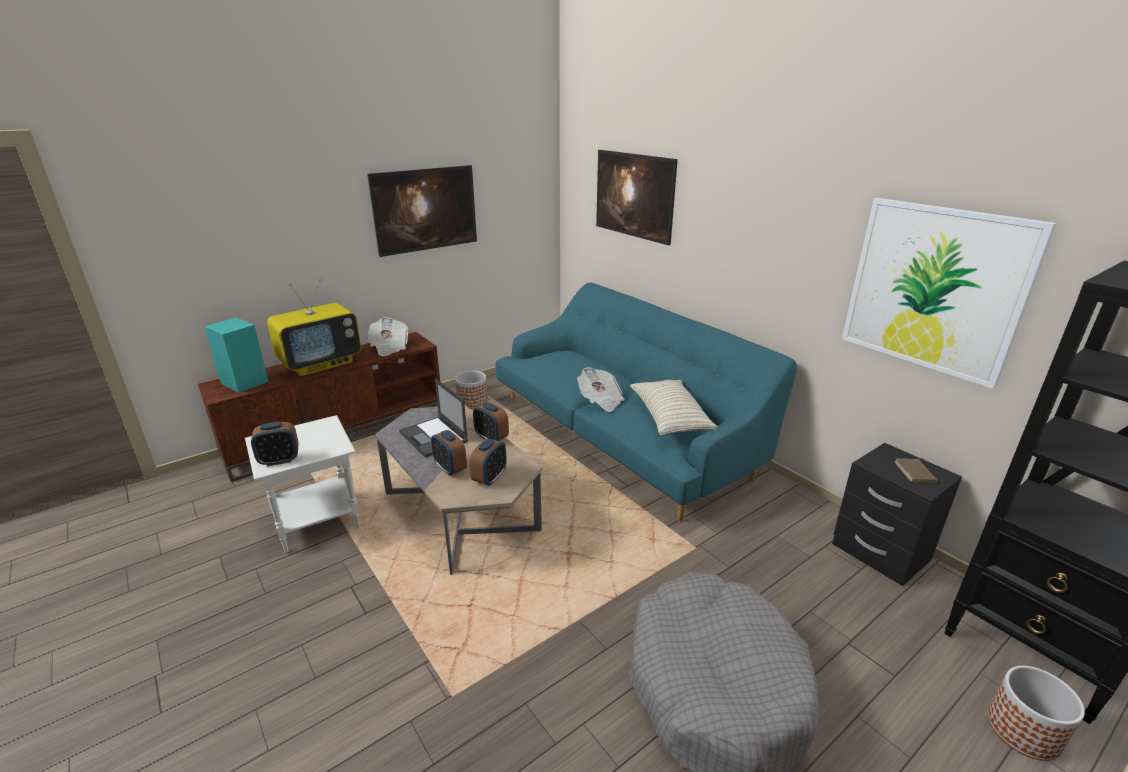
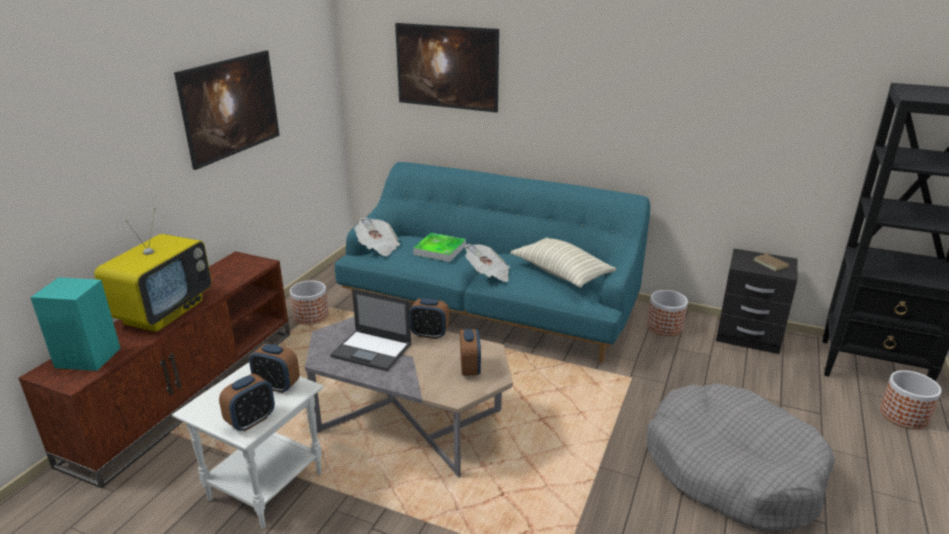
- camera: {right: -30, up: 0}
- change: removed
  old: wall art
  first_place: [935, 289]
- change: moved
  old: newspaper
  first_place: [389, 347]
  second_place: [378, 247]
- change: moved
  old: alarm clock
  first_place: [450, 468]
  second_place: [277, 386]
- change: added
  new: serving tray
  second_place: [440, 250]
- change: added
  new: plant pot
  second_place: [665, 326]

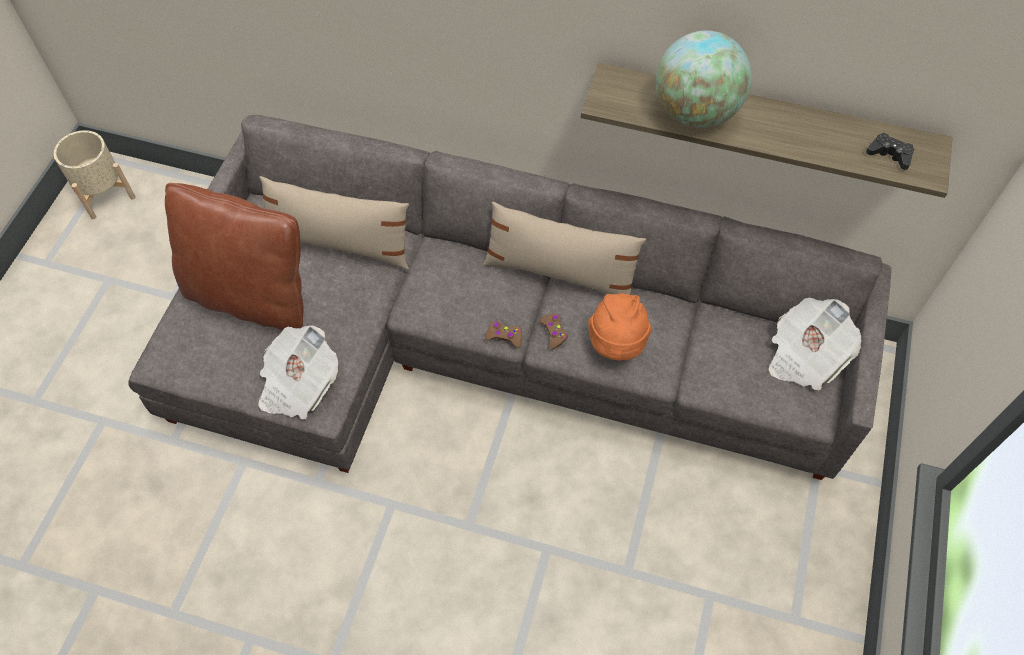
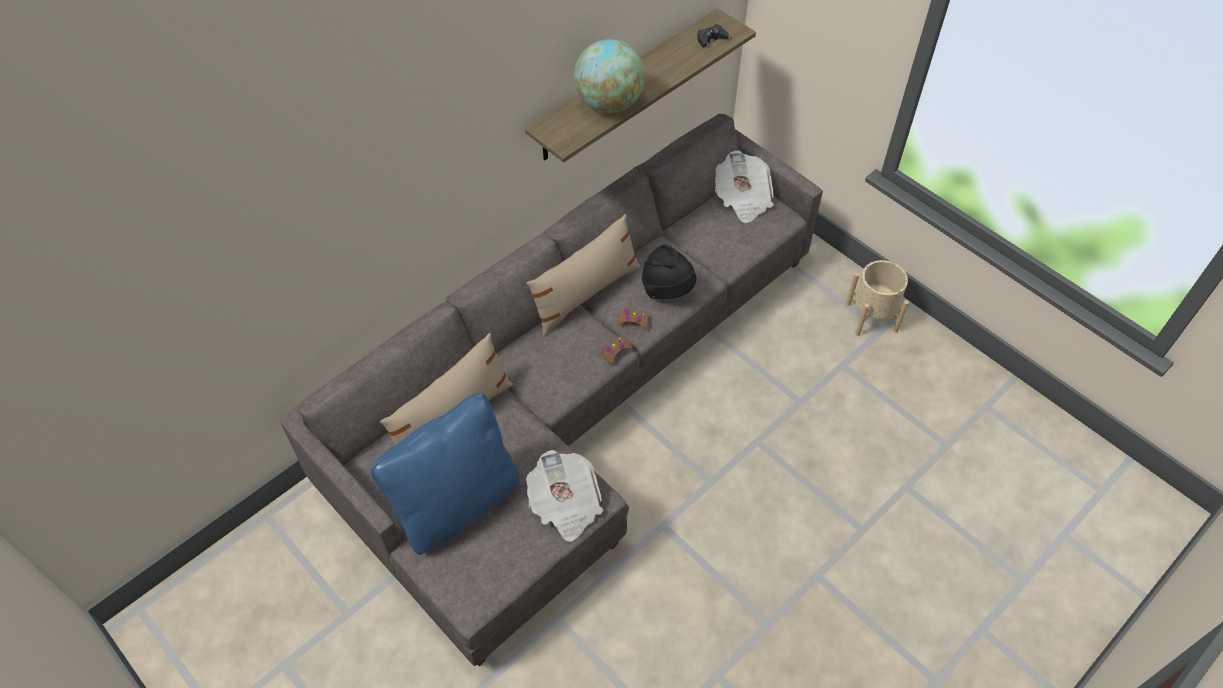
- camera: {right: -60, up: -5}
- change: moved
  old: plant pot (beige-coloured)
  first_place: [104, 194]
  second_place: [872, 316]
- change: recoloured
  old: cushion (brown-coloured)
  new: cushion (blue)
  first_place: [251, 295]
  second_place: [457, 504]
- change: recoloured
  old: wearable hat (orange-coloured)
  new: wearable hat (blackish)
  first_place: [617, 343]
  second_place: [667, 290]

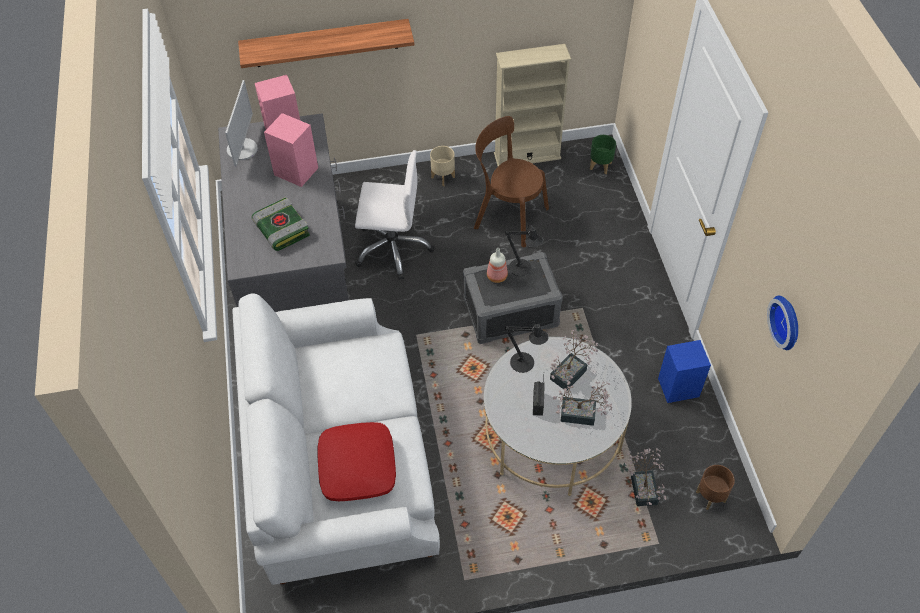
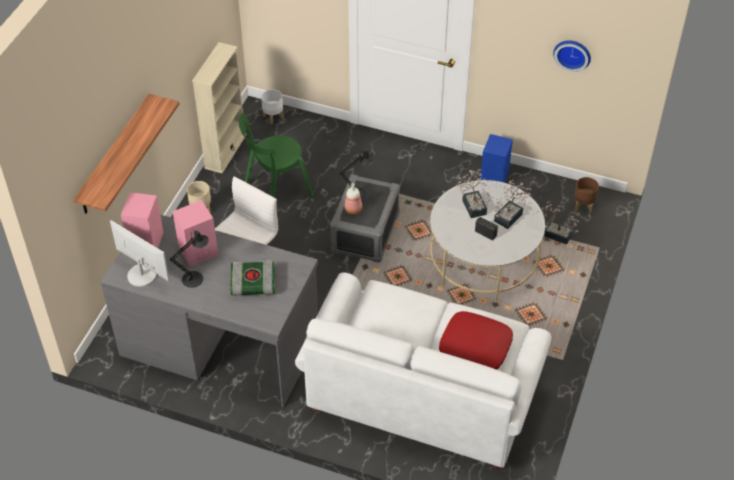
- camera: {right: -60, up: -5}
- change: recoloured
  old: plain chair (brown-coloured)
  new: plain chair (greenish)
  first_place: [508, 216]
  second_place: [275, 191]
- change: recoloured
  old: plant pot (greenish)
  new: plant pot (whitish)
  first_place: [600, 166]
  second_place: [273, 117]
- change: moved
  old: lamp for a table (blackish)
  first_place: [525, 364]
  second_place: [195, 278]

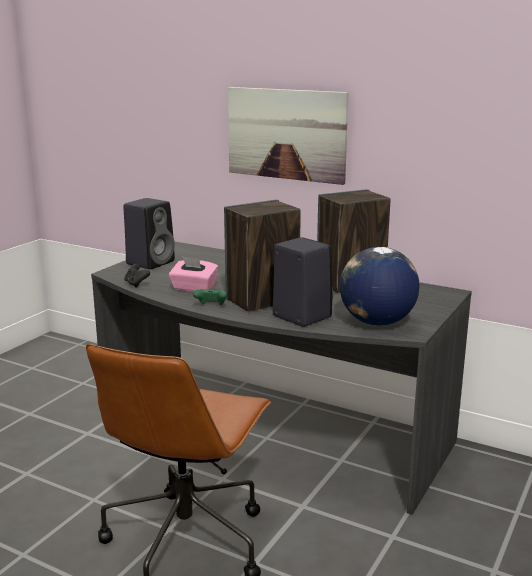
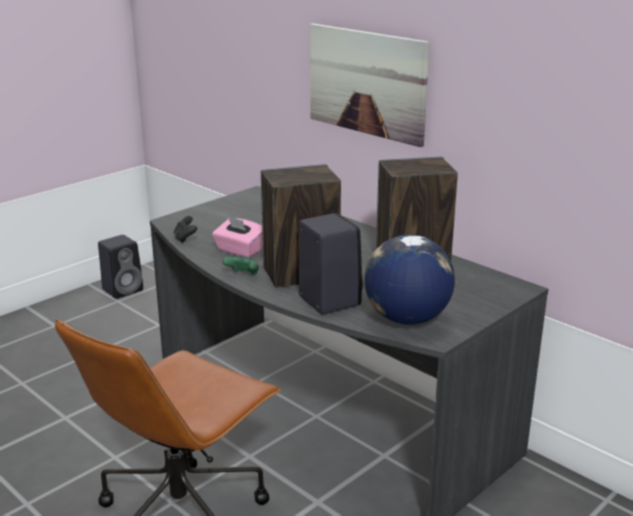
- camera: {right: 15, up: 5}
- change: moved
  old: audio speaker (blackish)
  first_place: [151, 262]
  second_place: [124, 289]

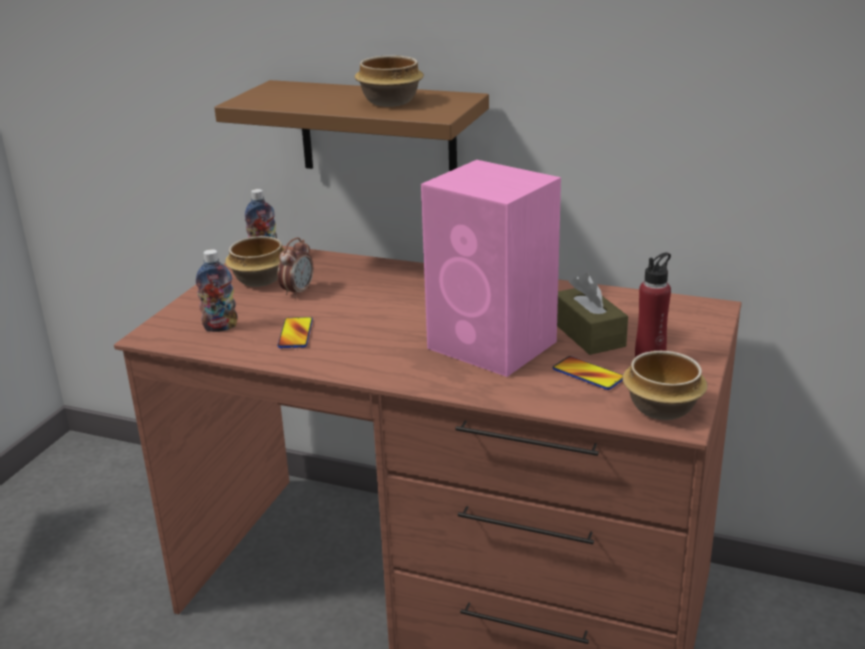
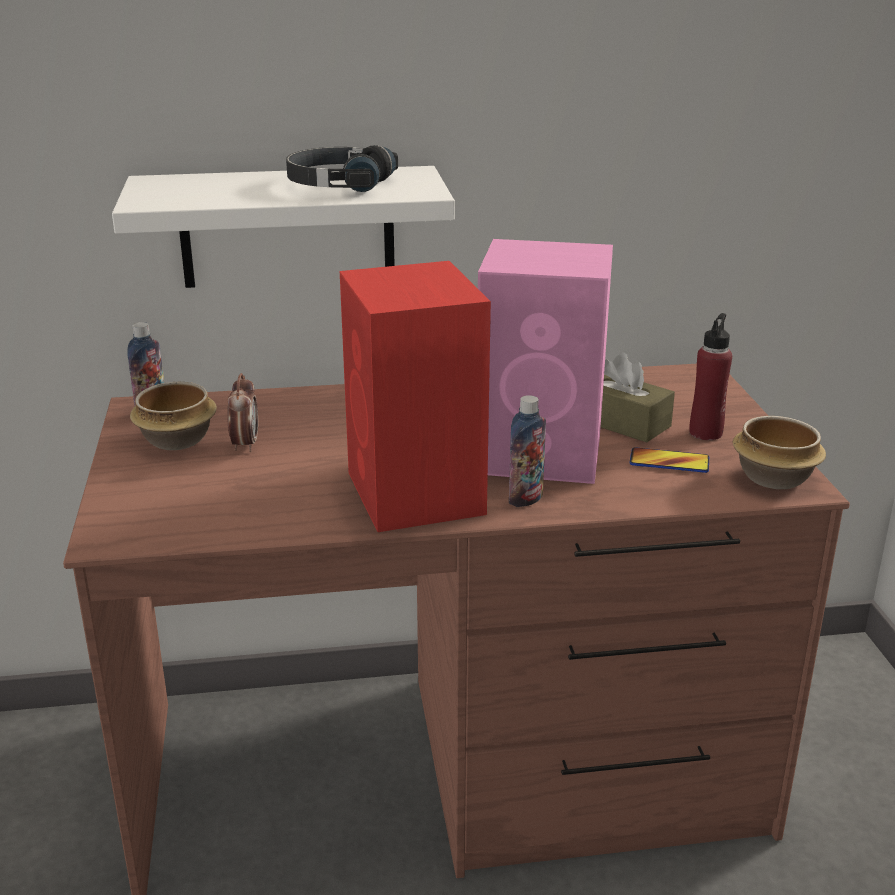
- camera: {right: -30, up: 0}
- change: replaced
  old: bowl
  new: headset (blackish)
  first_place: [390, 101]
  second_place: [338, 184]
- change: recoloured
  old: bracket shelf (brown-coloured)
  new: bracket shelf (whitish)
  first_place: [377, 131]
  second_place: [287, 227]
- change: moved
  old: beverage bottle
  first_place: [220, 327]
  second_place: [525, 498]
- change: removed
  old: phone
  first_place: [295, 334]
- change: added
  new: audio speaker (red-coloured)
  second_place: [416, 495]

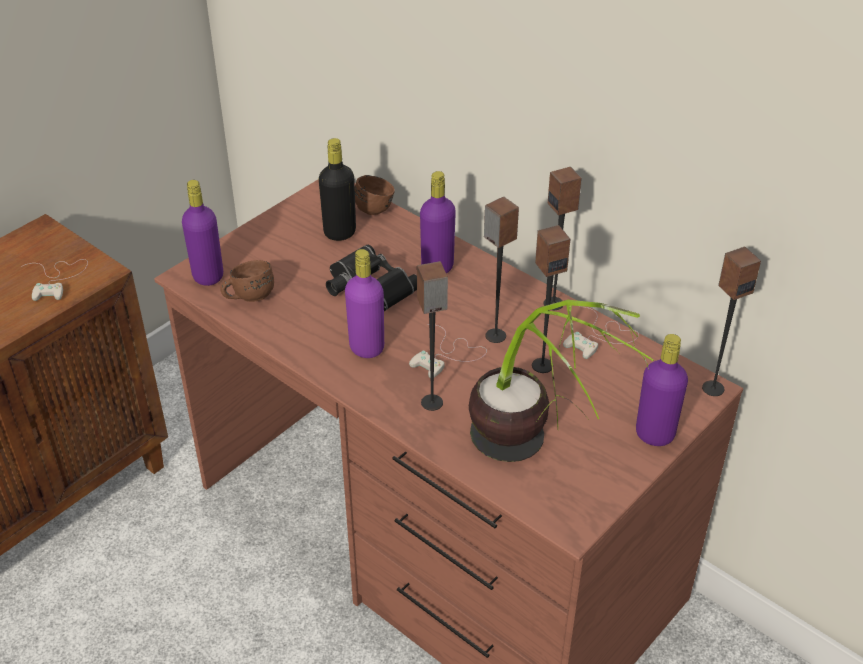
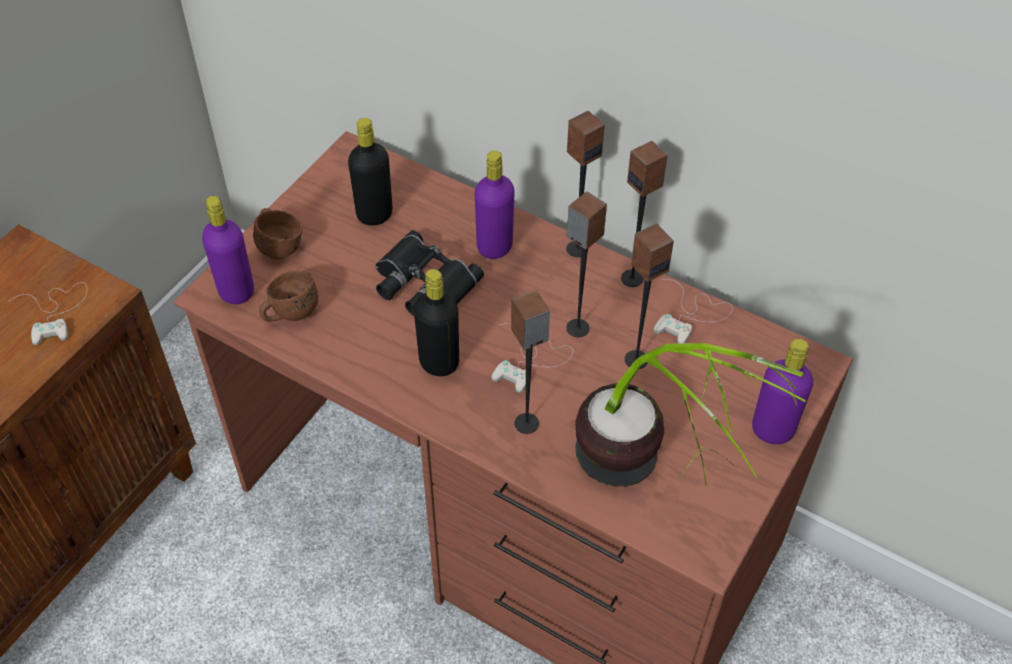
- camera: {right: -10, up: 10}
- change: moved
  old: coffee mug (brown-coloured)
  first_place: [373, 206]
  second_place: [279, 244]
- change: moved
  old: audio speaker
  first_place: [713, 388]
  second_place: [576, 248]
- change: recoloured
  old: beverage bottle (purplish)
  new: beverage bottle (blackish)
  first_place: [366, 348]
  second_place: [439, 362]

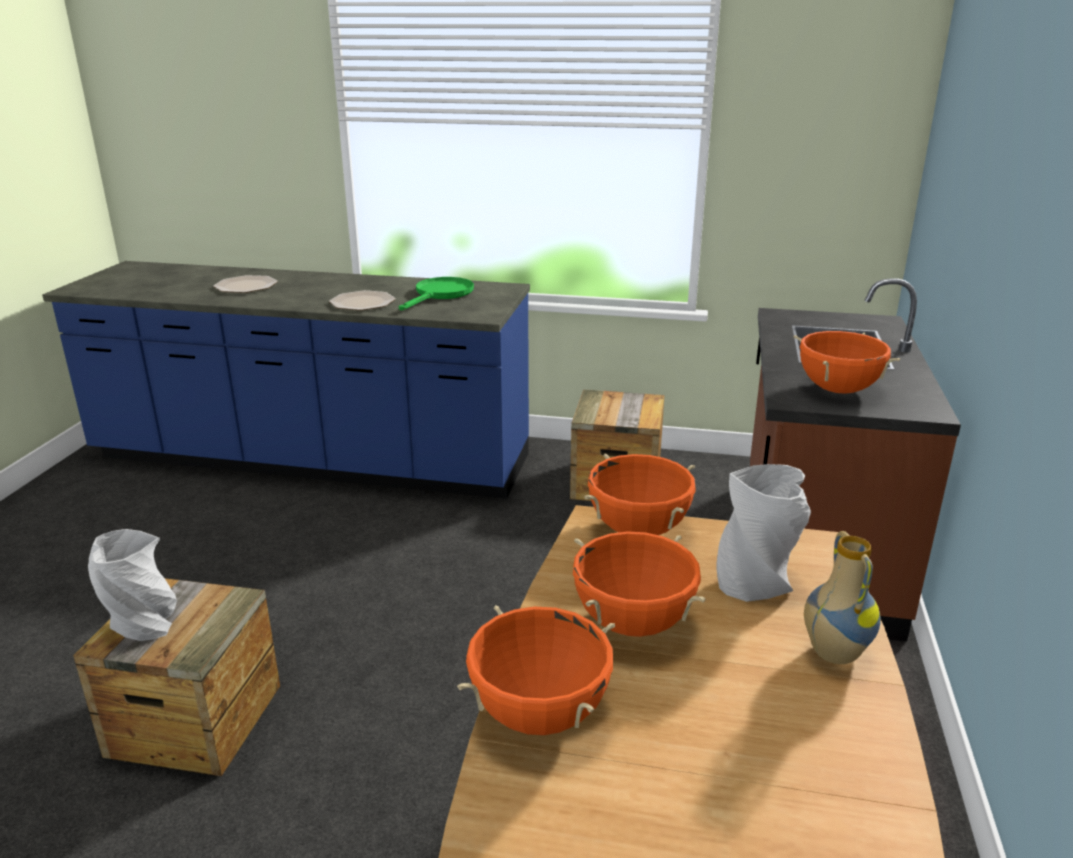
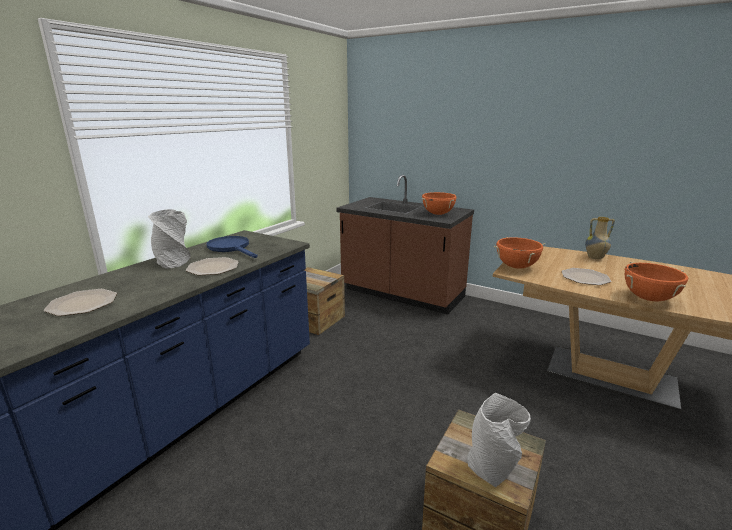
- camera: {right: -70, up: -5}
- change: recoloured
  old: frying pan (greenish)
  new: frying pan (blue)
  first_place: [440, 294]
  second_place: [231, 248]
- change: moved
  old: flower vase (grey)
  first_place: [755, 580]
  second_place: [173, 262]
- change: replaced
  old: saucepot (orange-coloured)
  new: dinner plate
  first_place: [633, 623]
  second_place: [585, 278]

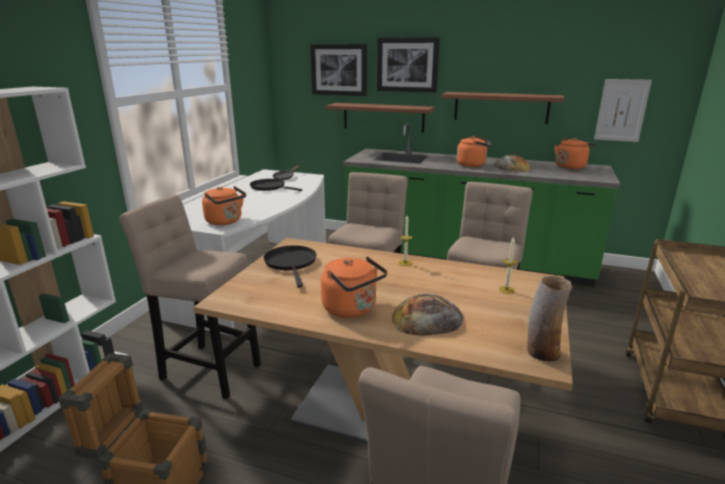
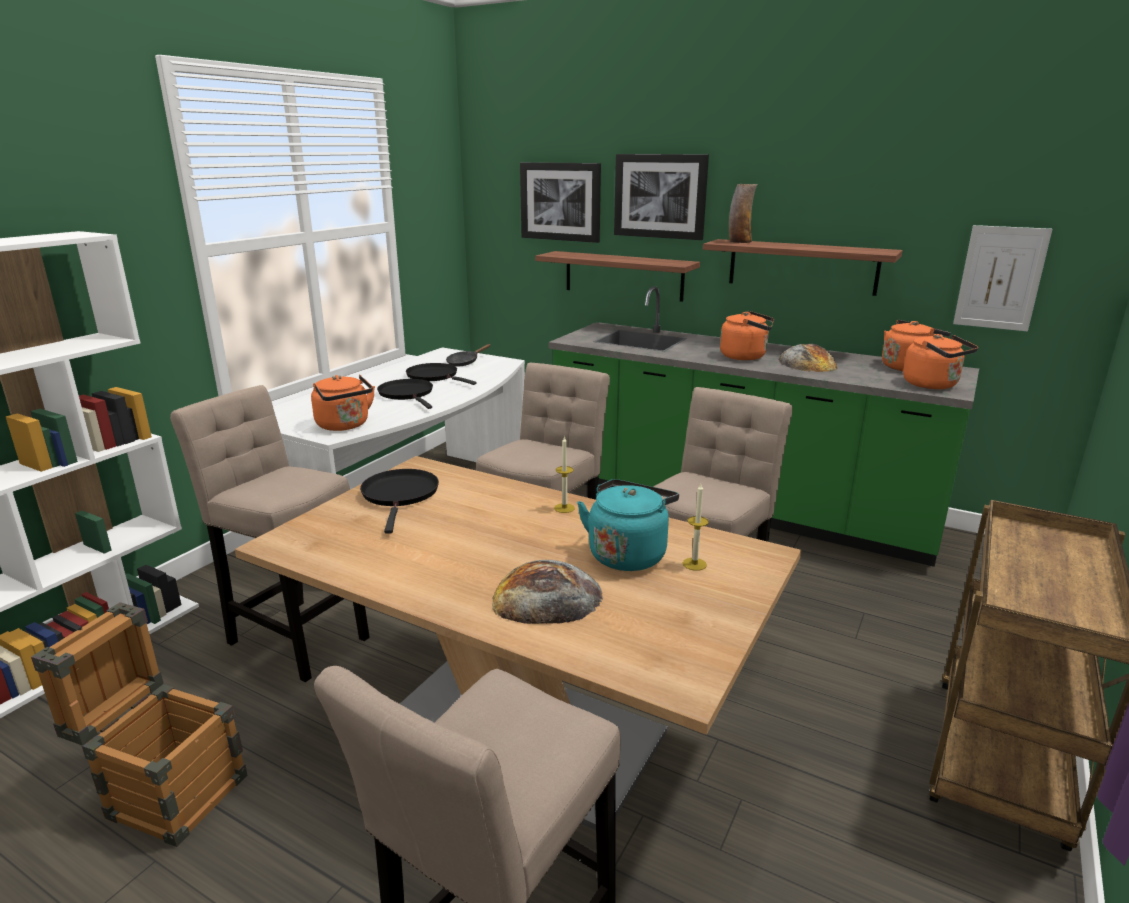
- camera: {right: 10, up: 0}
- change: moved
  old: kettle (orange-coloured)
  first_place: [352, 309]
  second_place: [933, 385]
- change: moved
  old: flower vase
  first_place: [542, 352]
  second_place: [739, 242]
- change: added
  new: frying pan (blackish)
  second_place: [407, 394]
- change: added
  new: kettle (turquoise)
  second_place: [628, 554]

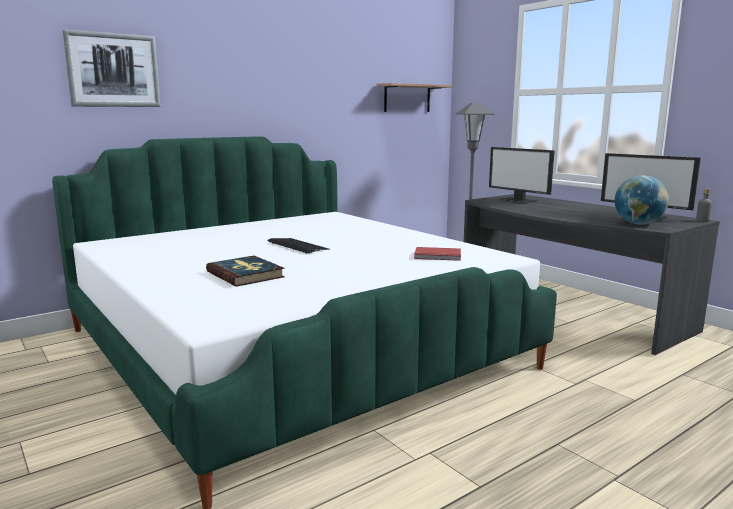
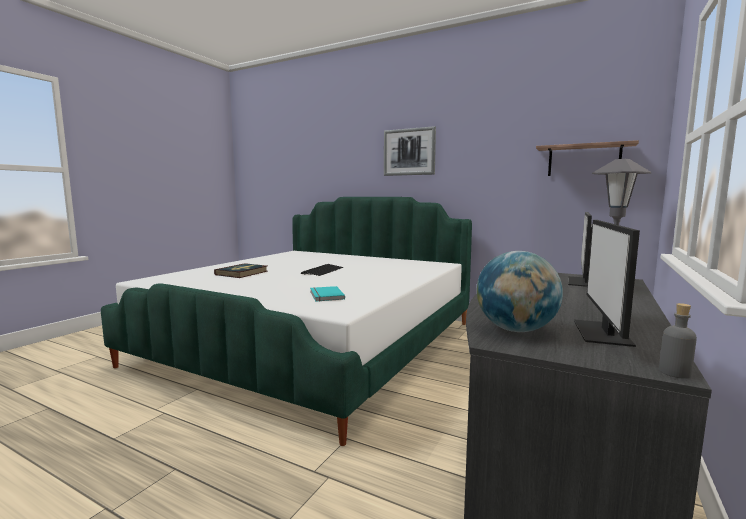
- camera: {right: 65, up: -5}
- change: moved
  old: wall art
  first_place: [113, 70]
  second_place: [409, 152]
- change: recoloured
  old: book (red-coloured)
  new: book (turquoise)
  first_place: [437, 256]
  second_place: [325, 295]

